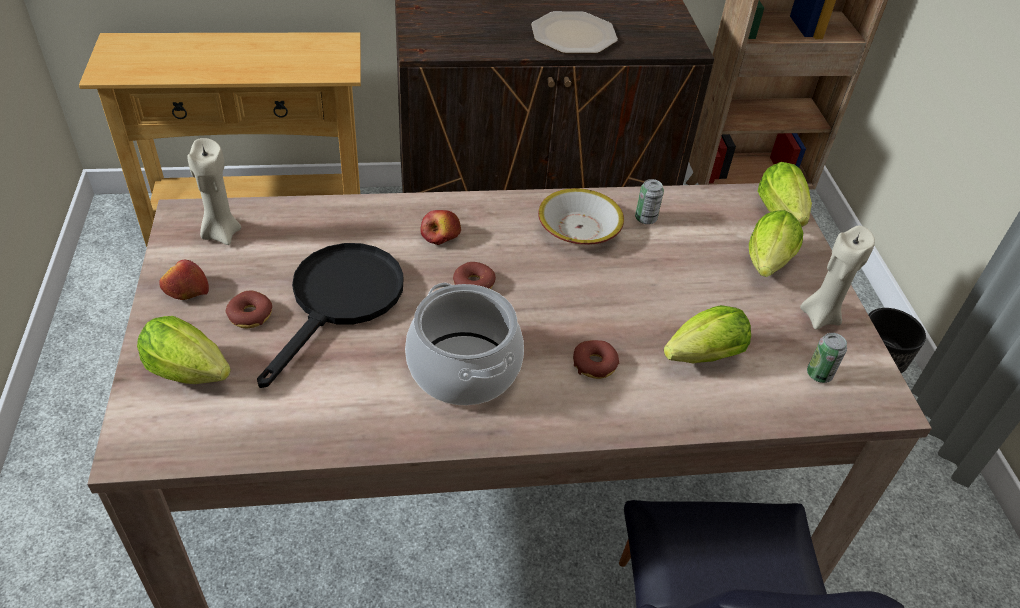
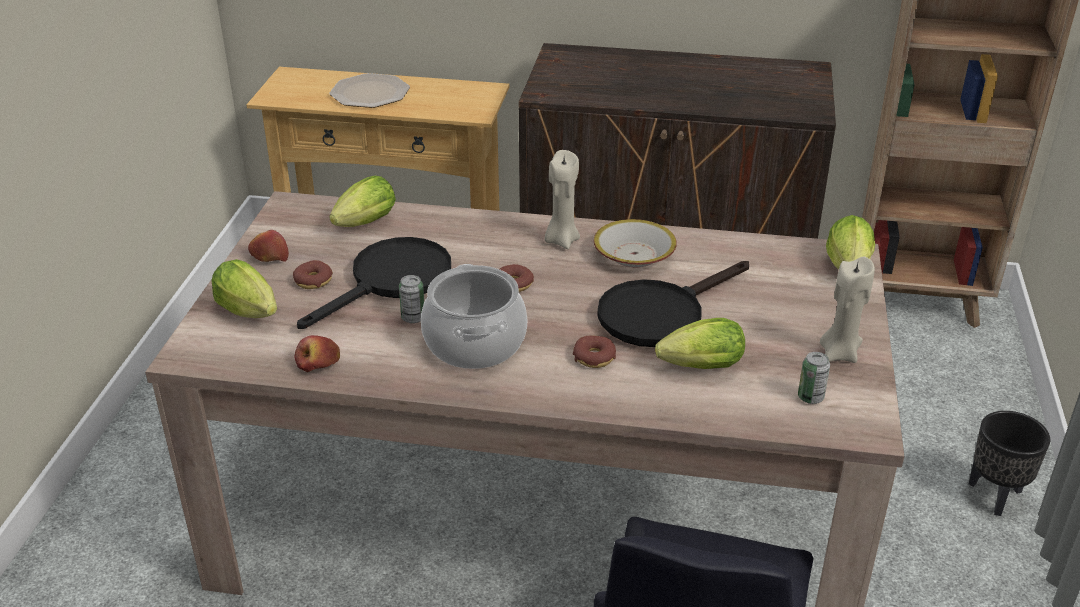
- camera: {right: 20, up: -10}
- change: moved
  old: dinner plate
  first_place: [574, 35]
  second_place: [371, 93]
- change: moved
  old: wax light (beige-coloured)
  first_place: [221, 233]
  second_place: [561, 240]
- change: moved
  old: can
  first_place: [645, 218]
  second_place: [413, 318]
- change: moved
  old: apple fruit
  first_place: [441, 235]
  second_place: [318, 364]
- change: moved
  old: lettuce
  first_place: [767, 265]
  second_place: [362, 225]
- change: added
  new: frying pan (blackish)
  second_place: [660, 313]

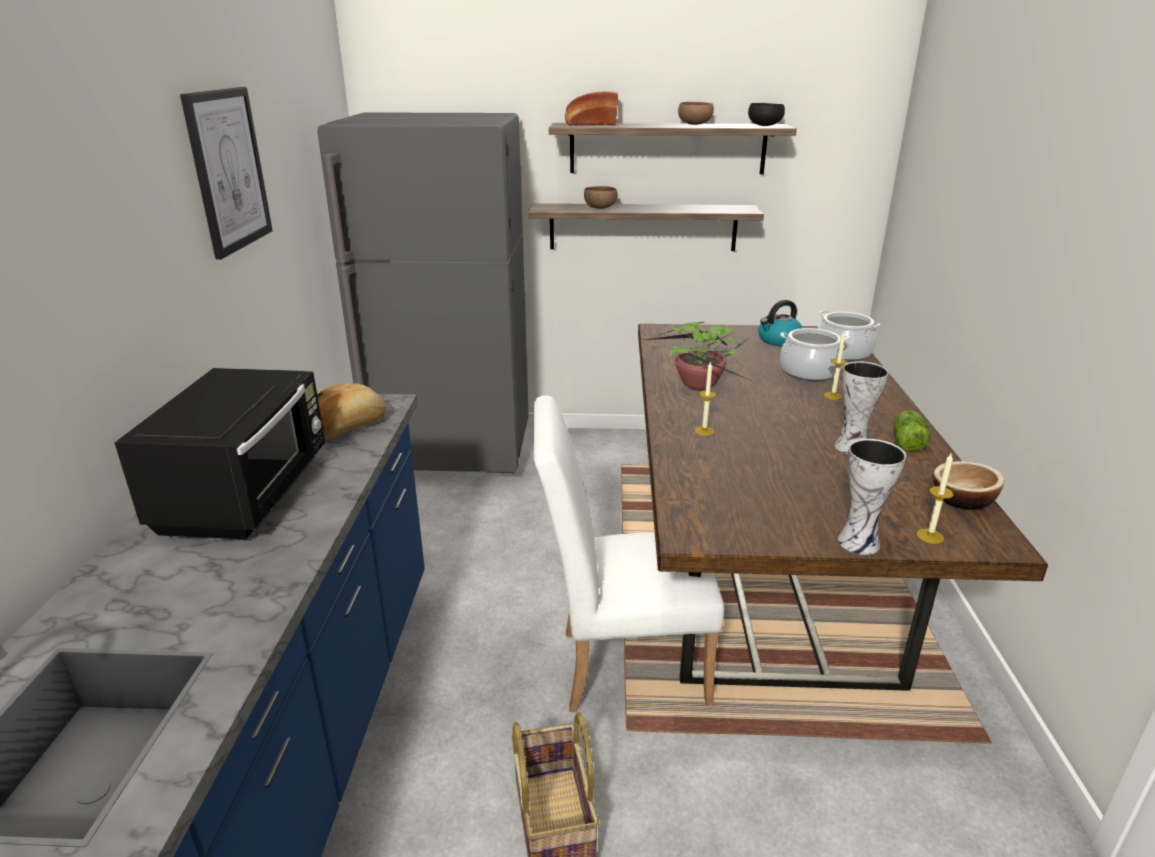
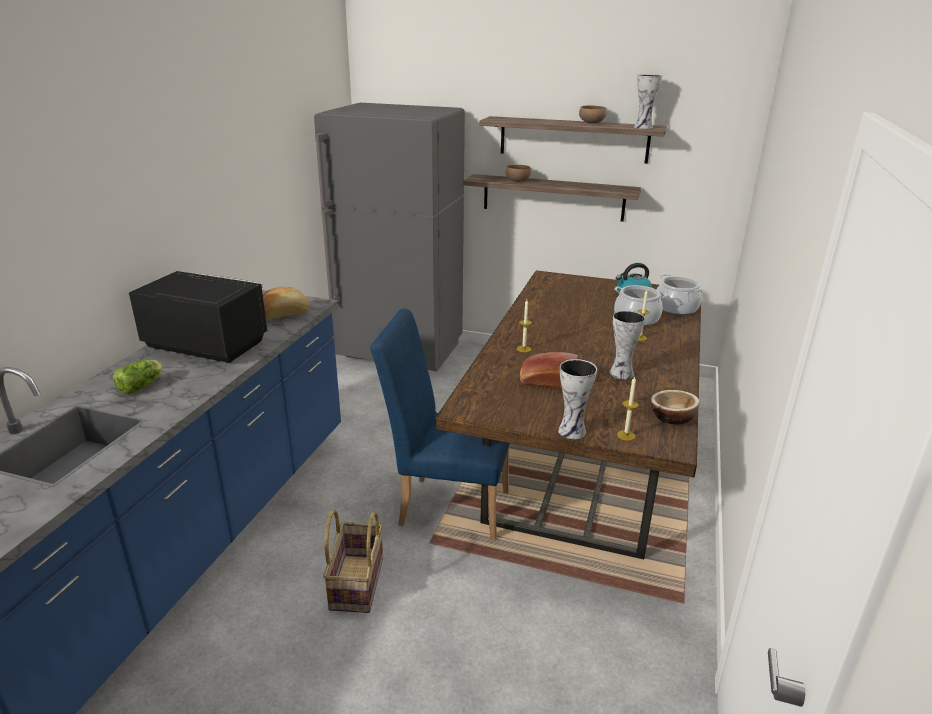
- camera: {right: 15, up: 0}
- change: removed
  old: wall art
  first_place: [228, 170]
- change: moved
  old: baked bread
  first_place: [590, 124]
  second_place: [546, 381]
- change: replaced
  old: bowl (blackish)
  new: flower vase
  first_place: [765, 126]
  second_place: [644, 127]
- change: removed
  old: plant in a pot
  first_place: [700, 387]
- change: turned
  old: kitchen microwave (blackish)
  first_place: [248, 494]
  second_place: [206, 345]
  degrees: -90
- change: recoloured
  old: plain chair (whitish)
  new: plain chair (blue)
  first_place: [620, 665]
  second_place: [446, 505]
- change: moved
  old: lettuce
  first_place: [907, 441]
  second_place: [143, 386]

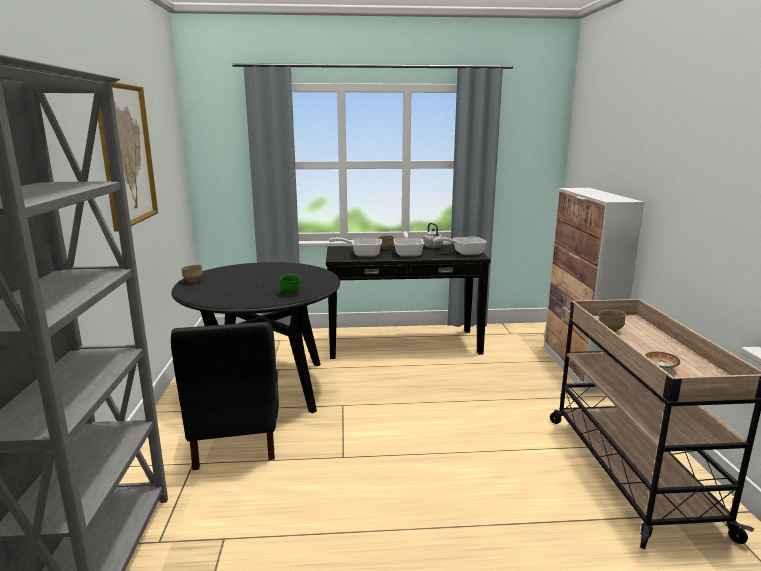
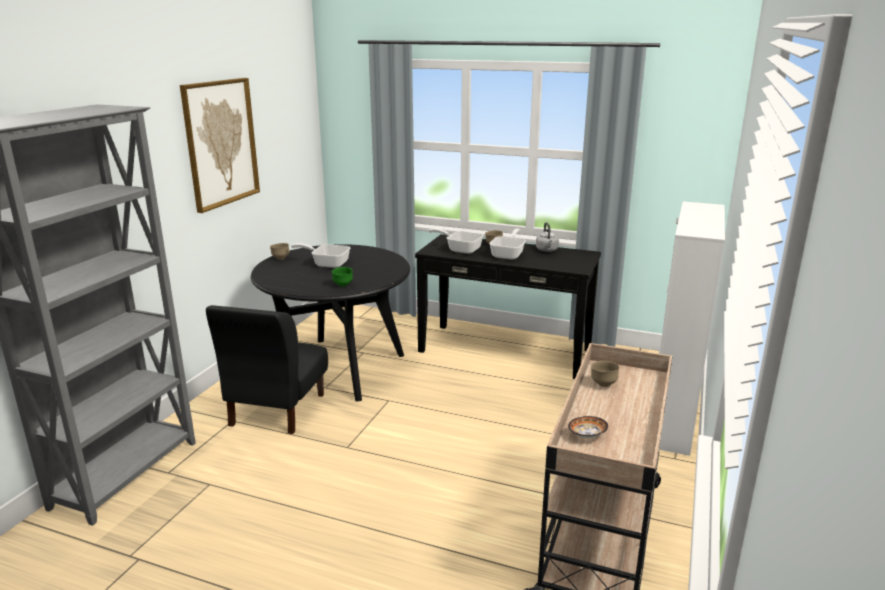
- camera: {right: 25, up: 5}
- change: moved
  old: frying pan
  first_place: [464, 253]
  second_place: [327, 264]

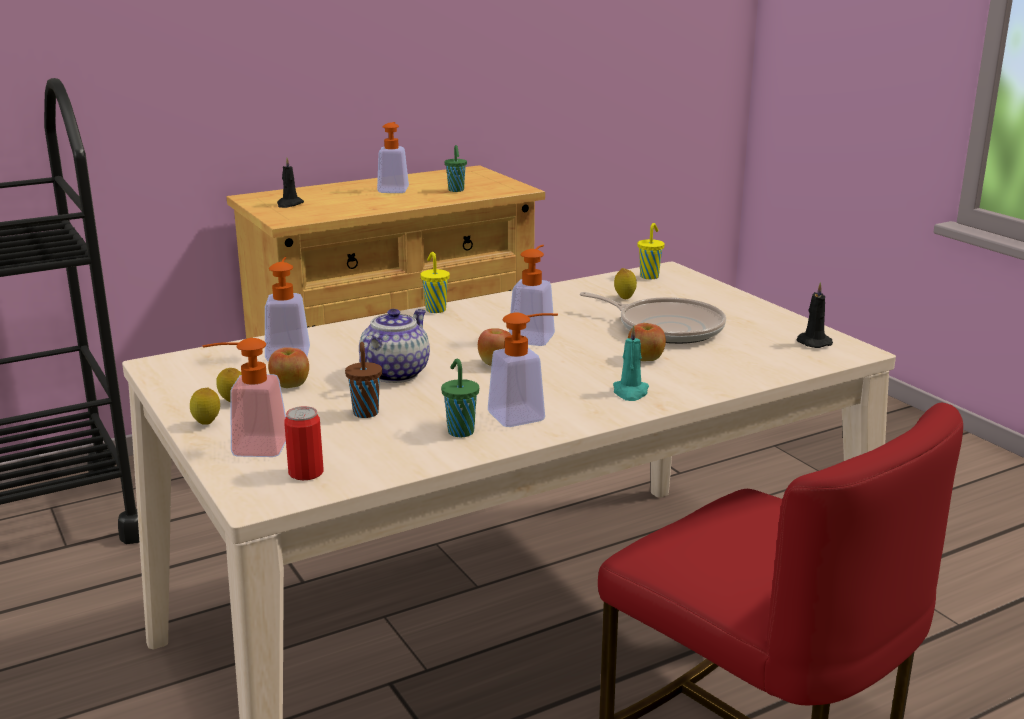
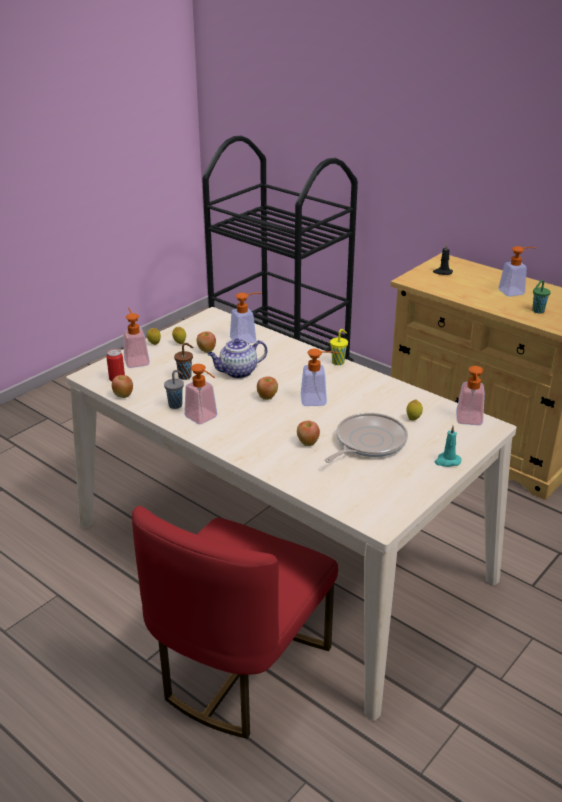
- camera: {right: 70, up: 10}
- change: replaced
  old: small cup (yellow-coloured)
  new: soap dispenser
  first_place: [649, 276]
  second_place: [469, 422]
- change: removed
  old: wax light (blackish)
  first_place: [812, 342]
- change: turned
  old: frying pan
  first_place: [666, 328]
  second_place: [368, 442]
  degrees: -150
- change: turned
  old: teapot
  first_place: [395, 373]
  second_place: [237, 372]
  degrees: 150
- change: moved
  old: wax light (turquoise)
  first_place: [630, 392]
  second_place: [447, 461]
- change: recoloured
  old: small cup (greenish)
  new: small cup (grey)
  first_place: [460, 431]
  second_place: [176, 405]
- change: added
  new: apple fruit
  second_place: [123, 395]

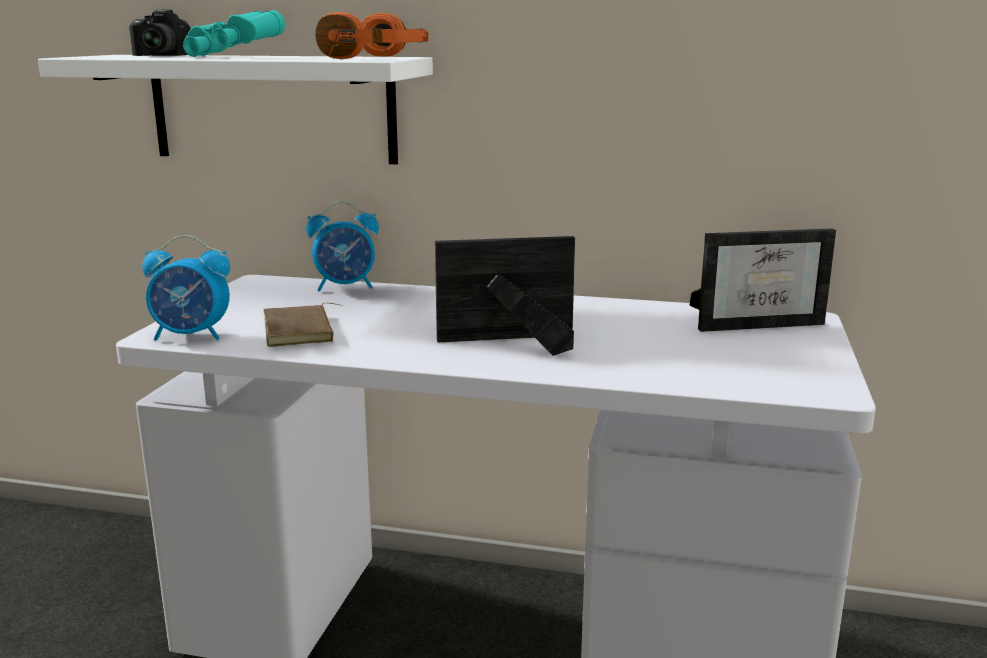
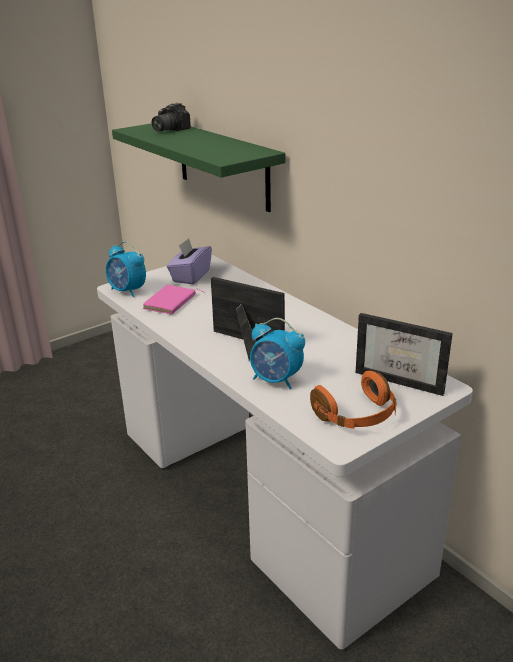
- camera: {right: 40, up: 10}
- change: removed
  old: binoculars (turquoise)
  first_place: [229, 56]
- change: moved
  old: headset (orange-coloured)
  first_place: [378, 58]
  second_place: [356, 416]
- change: recoloured
  old: bracket shelf (whitish)
  new: bracket shelf (greenish)
  first_place: [272, 108]
  second_place: [222, 164]
- change: moved
  old: alarm clock
  first_place: [346, 287]
  second_place: [276, 380]
- change: recoloured
  old: book (brown-coloured)
  new: book (pinkish)
  first_place: [301, 331]
  second_place: [171, 303]
- change: added
  new: box of tissues (purplish)
  second_place: [190, 276]

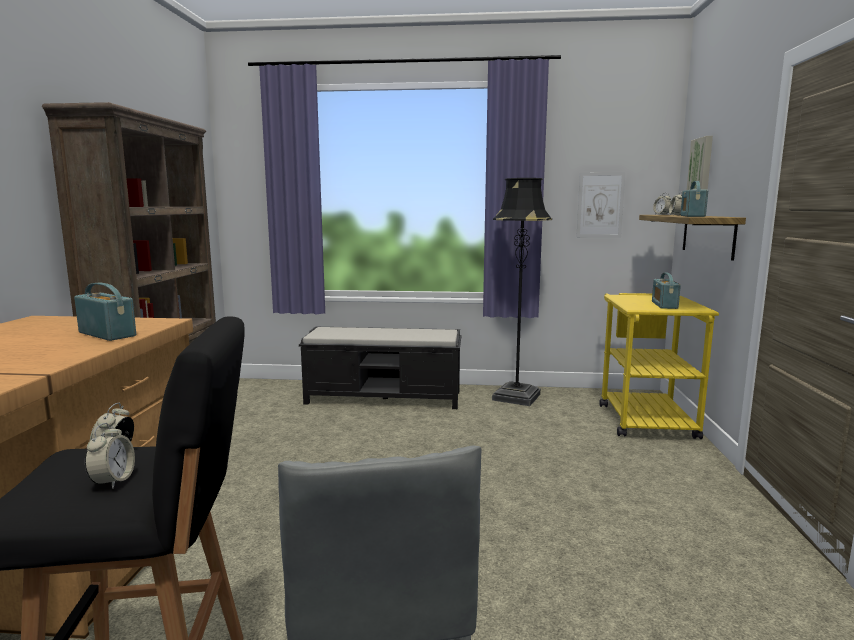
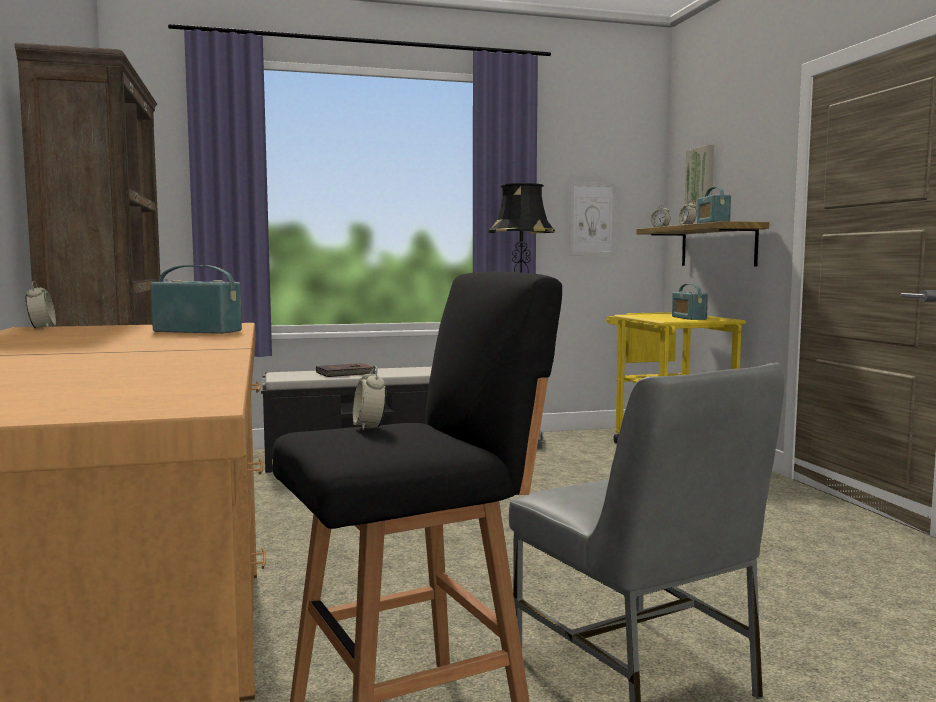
- camera: {right: -20, up: -5}
- change: moved
  old: alarm clock
  first_place: [113, 481]
  second_place: [42, 328]
- change: added
  new: book (brown-coloured)
  second_place: [346, 373]

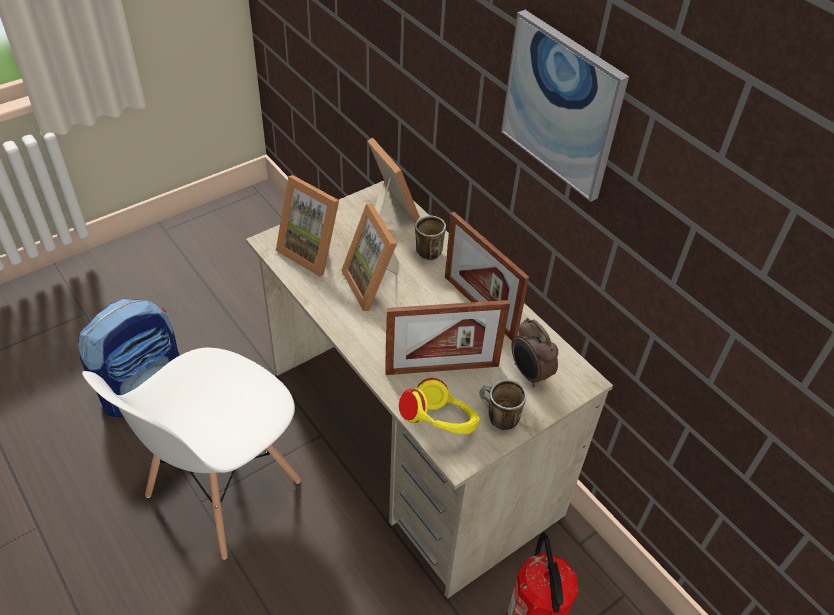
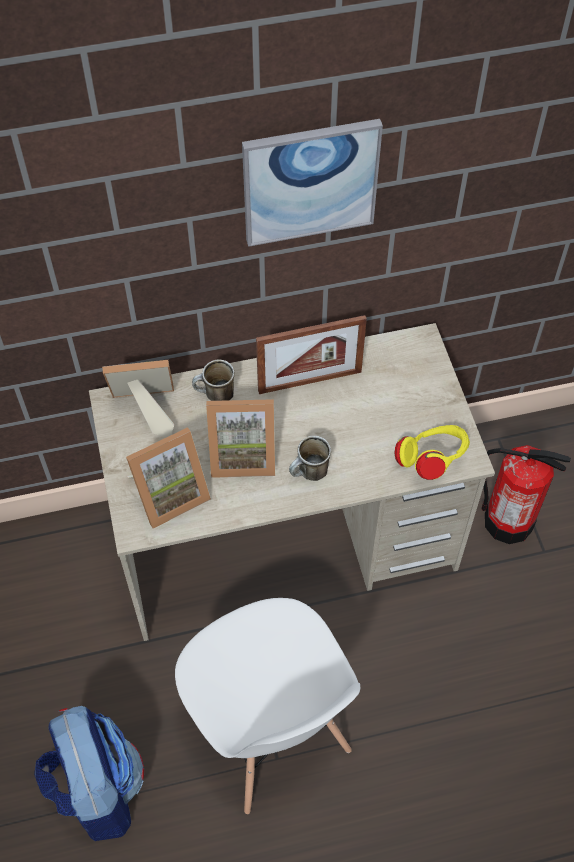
- camera: {right: -65, up: 10}
- change: removed
  old: picture frame
  first_place: [442, 368]
- change: removed
  old: alarm clock
  first_place: [529, 374]
- change: moved
  old: coffee mug
  first_place: [497, 418]
  second_place: [309, 474]

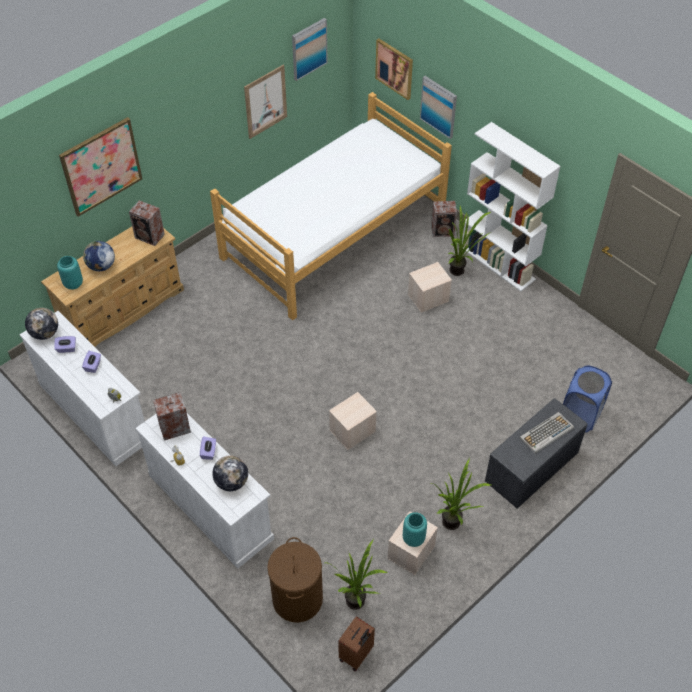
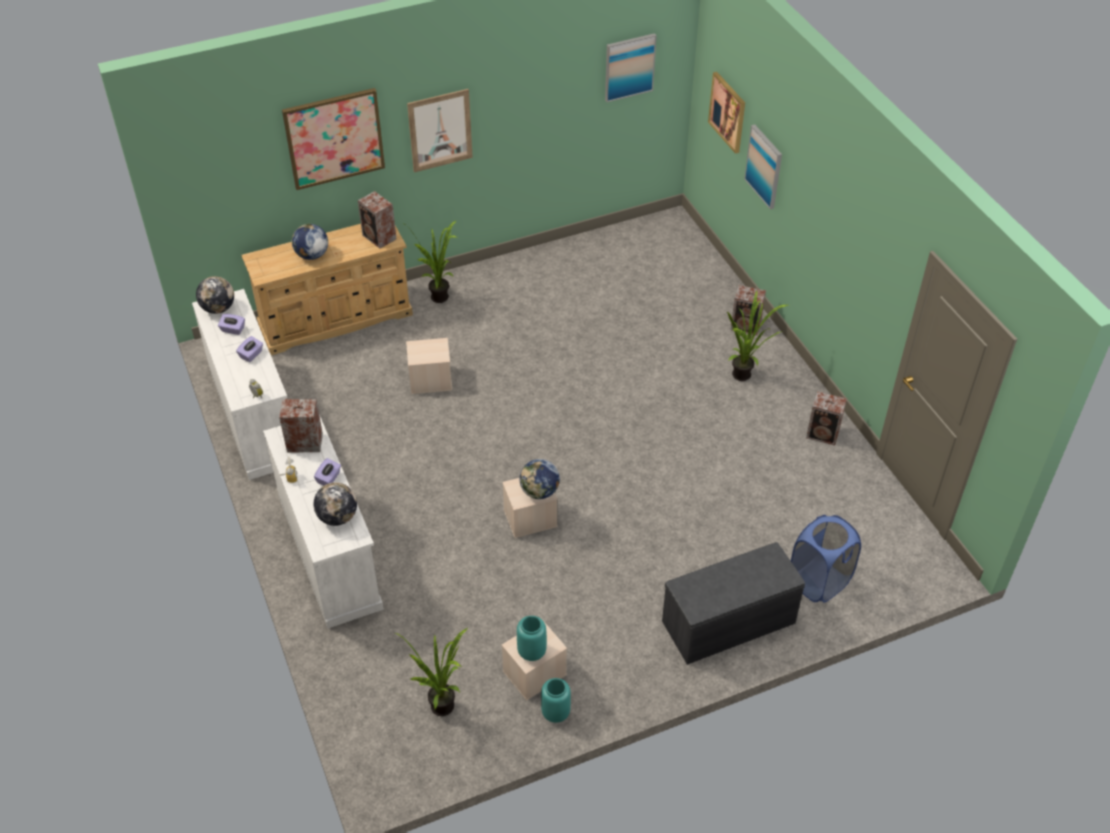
- camera: {right: 20, up: -5}
- change: moved
  old: wall art
  first_place: [265, 101]
  second_place: [440, 130]
- change: removed
  old: sleeping bed
  first_place: [334, 235]
- change: removed
  old: bookcase (whitish)
  first_place: [498, 263]
- change: moved
  old: flower vase (turquoise)
  first_place: [73, 284]
  second_place: [555, 713]
- change: moved
  old: storage bin (beige-coloured)
  first_place: [428, 298]
  second_place: [430, 380]
- change: removed
  old: PC keyboard
  first_place: [546, 433]
- change: moved
  old: plant in a pot
  first_place: [454, 525]
  second_place: [441, 300]
- change: removed
  old: hamper (brown-coloured)
  first_place: [297, 598]
- change: removed
  old: piece of luggage (brown-coloured)
  first_place: [356, 655]
- change: added
  new: audio speaker
  second_place: [823, 434]
- change: added
  new: world globe
  second_place: [539, 492]

